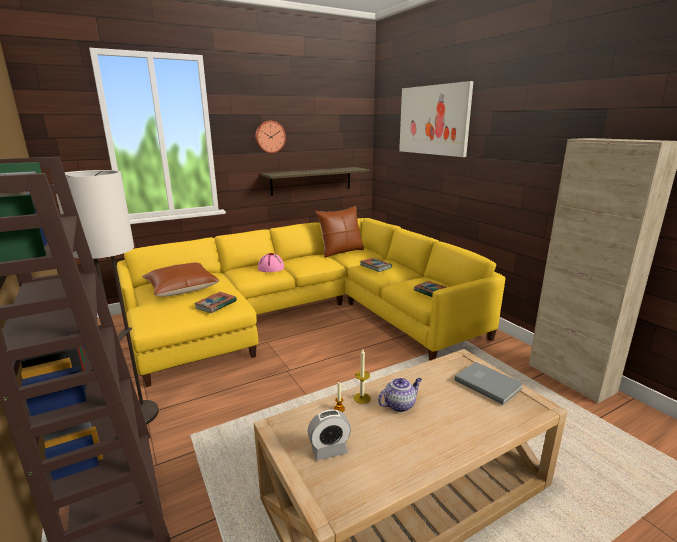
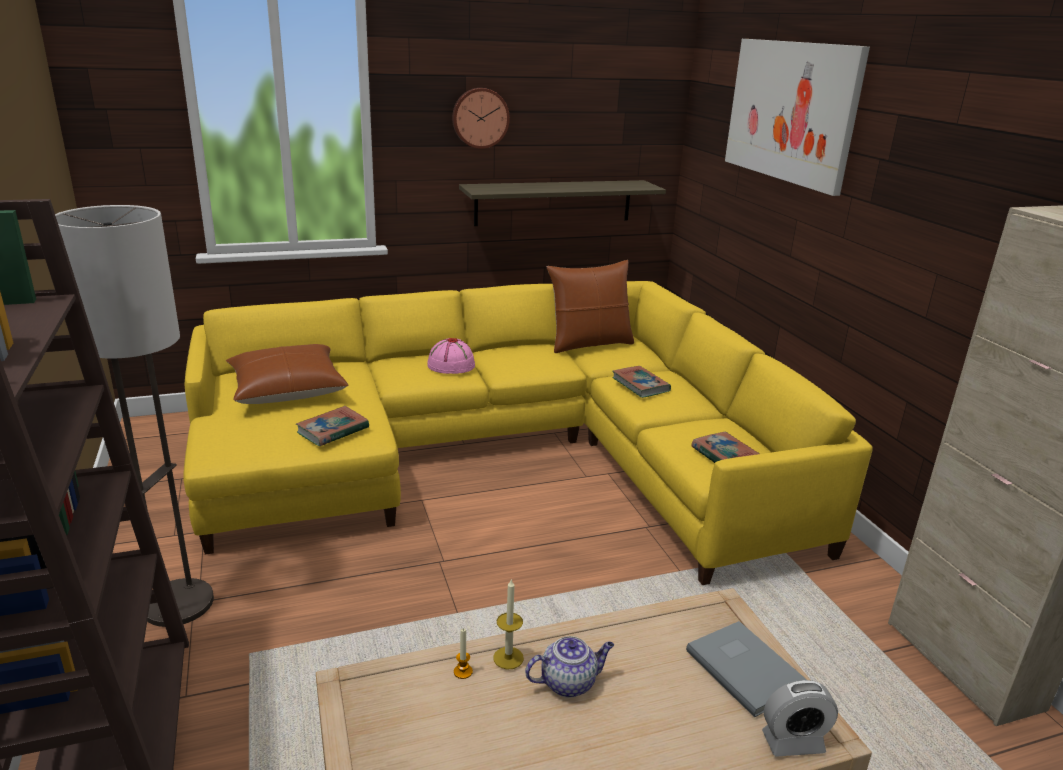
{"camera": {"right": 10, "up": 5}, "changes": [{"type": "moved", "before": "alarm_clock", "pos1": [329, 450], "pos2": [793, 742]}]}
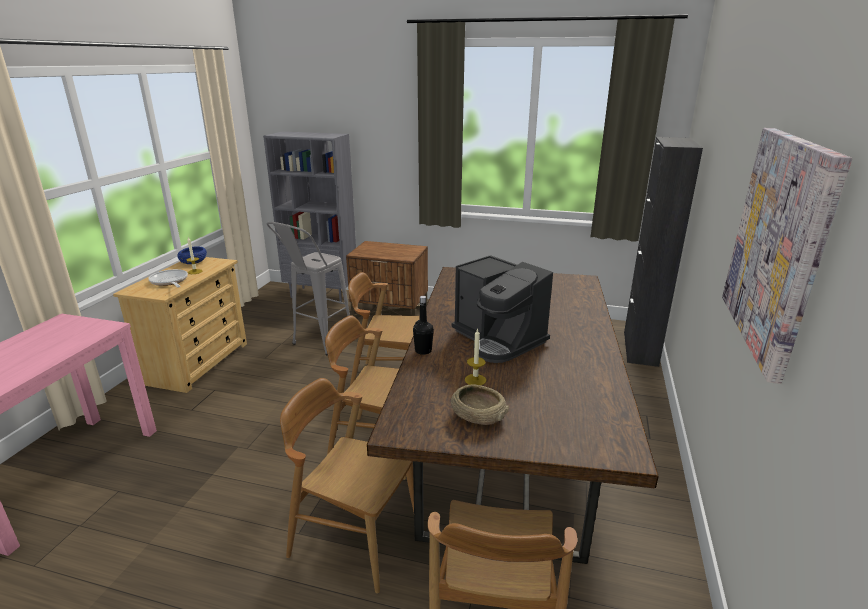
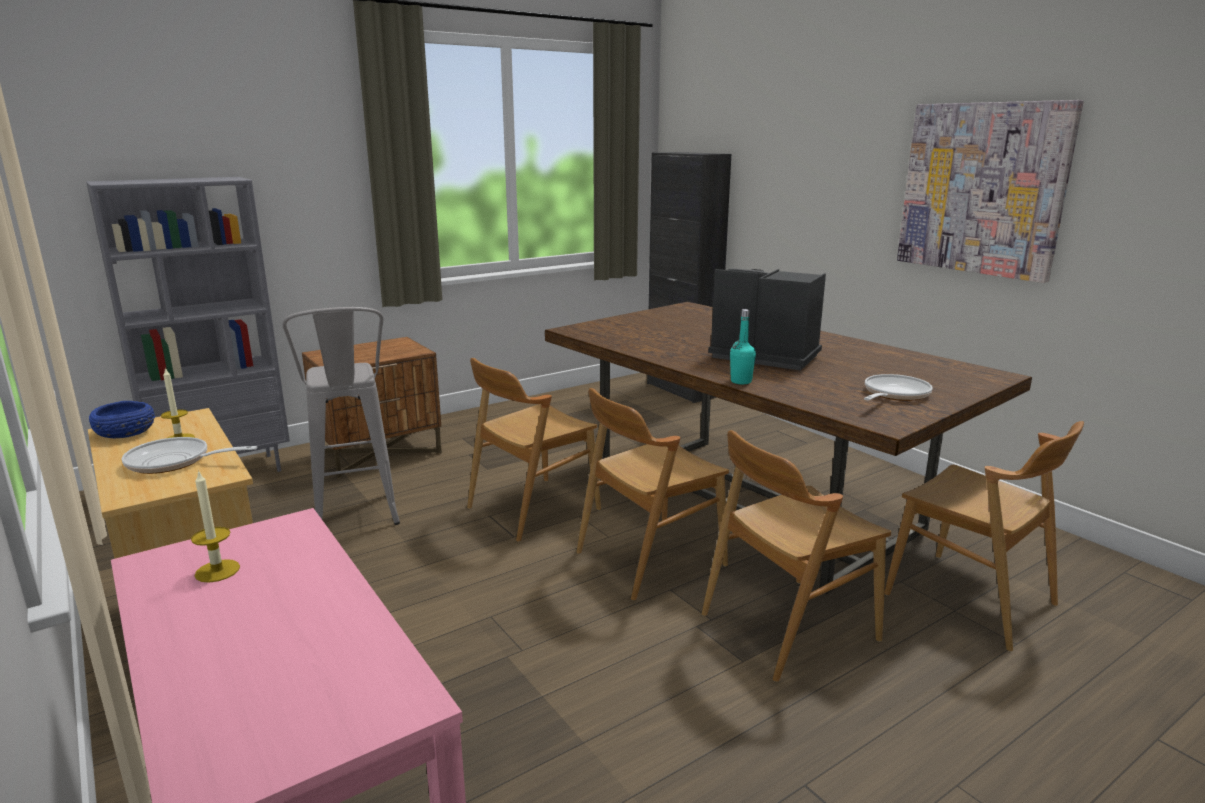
{"camera": {"right": -50, "up": -5}, "changes": [{"type": "turned", "before": "coffee_machine", "pos1": [498, 340], "pos2": [762, 356], "turn": -150}, {"type": "recoloured", "before": "black_bottle", "after": "turquoise_bottle", "pos1": [423, 351], "pos2": [741, 381]}, {"type": "moved", "before": "candle", "pos1": [475, 380], "pos2": [217, 571]}, {"type": "replaced", "before": "beige_bowl", "after": "frying_pan", "pos1": [478, 415], "pos2": [893, 394]}]}
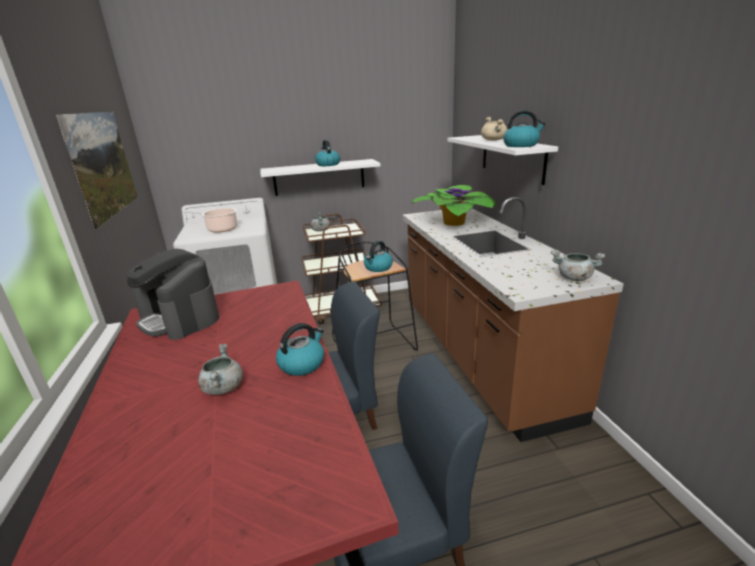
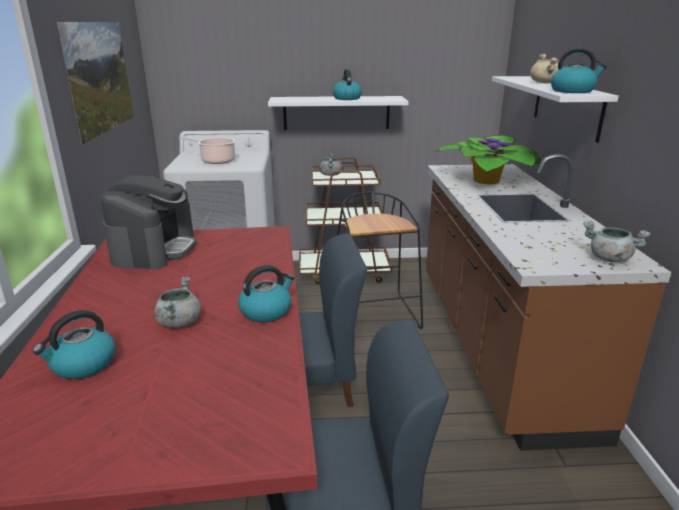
{"camera": {"right": 10, "up": 0}, "changes": [{"type": "moved", "before": "kettle", "pos1": [378, 268], "pos2": [83, 365]}, {"type": "turned", "before": "coffee_machine", "pos1": [180, 318], "pos2": [154, 249], "turn": -135}]}
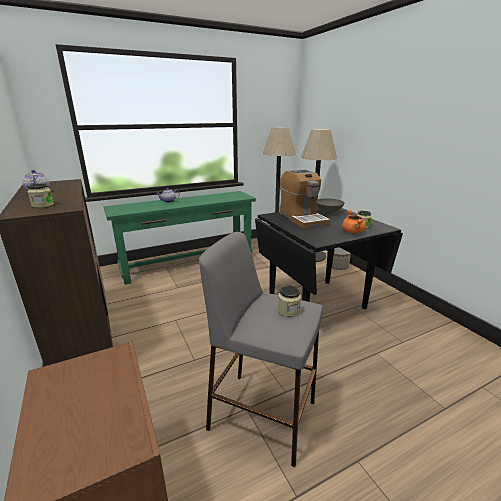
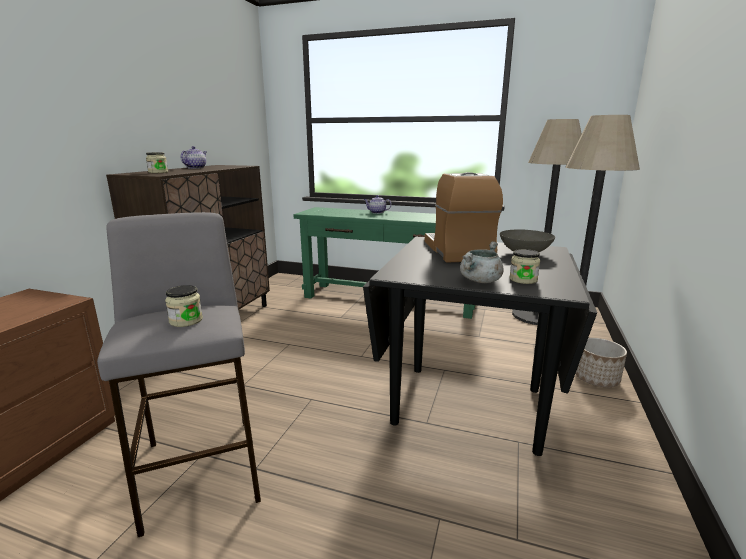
{"camera": {"right": 45, "up": -5}, "changes": [{"type": "turned", "before": "coffee_machine", "pos1": [302, 218], "pos2": [458, 251], "turn": 150}, {"type": "recoloured", "before": "orange_cooking_pot", "after": "grey_cooking_pot", "pos1": [353, 232], "pos2": [480, 281]}]}
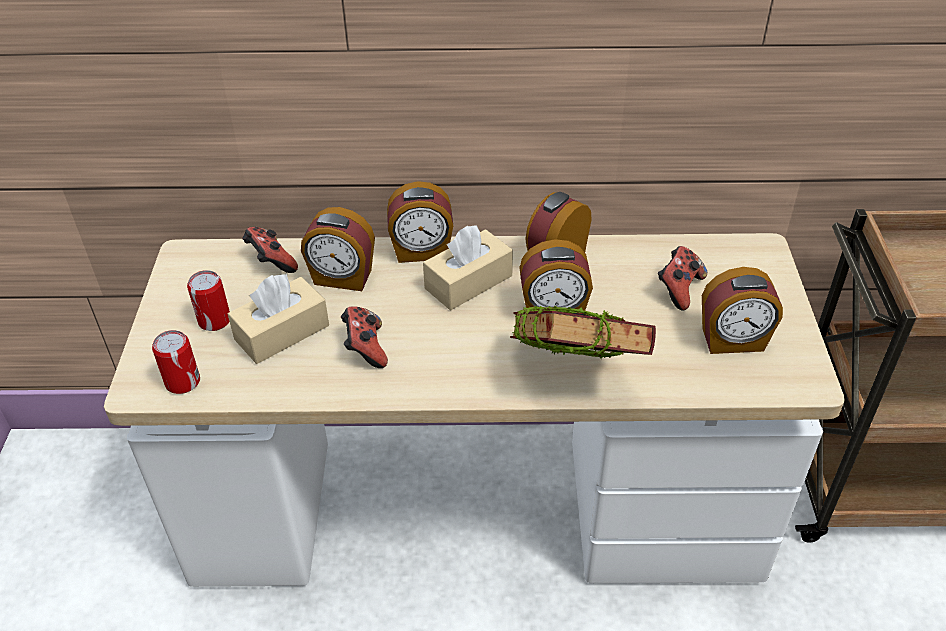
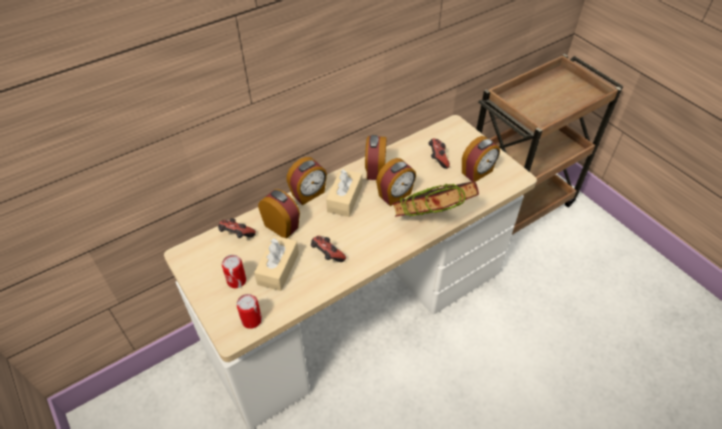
{"camera": {"right": -35, "up": 5}, "changes": [{"type": "turned", "before": "alarm_clock", "pos1": [342, 278], "pos2": [282, 226], "turn": -120}]}
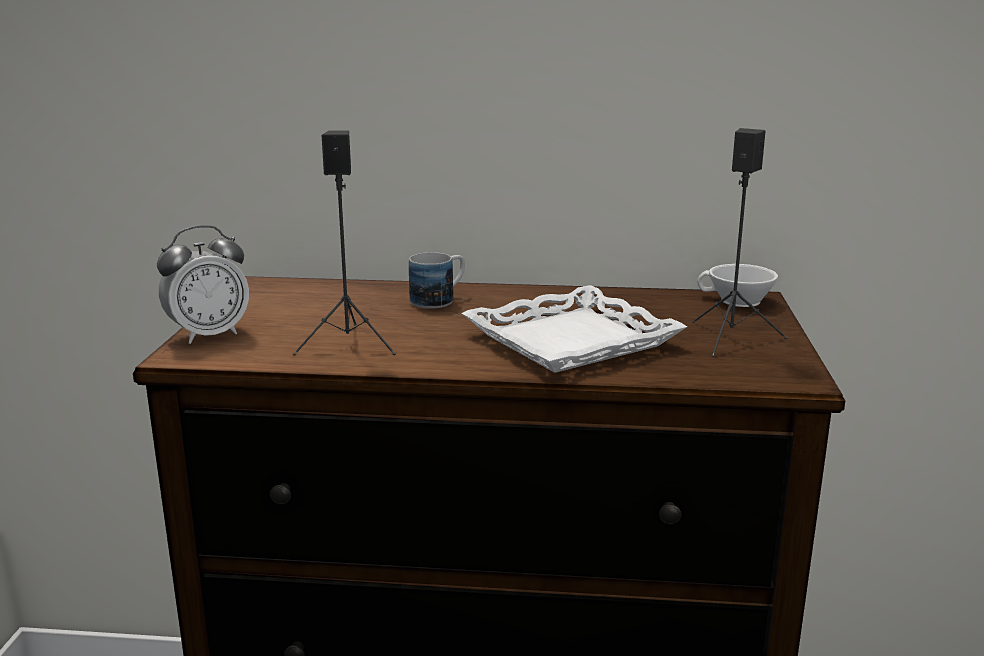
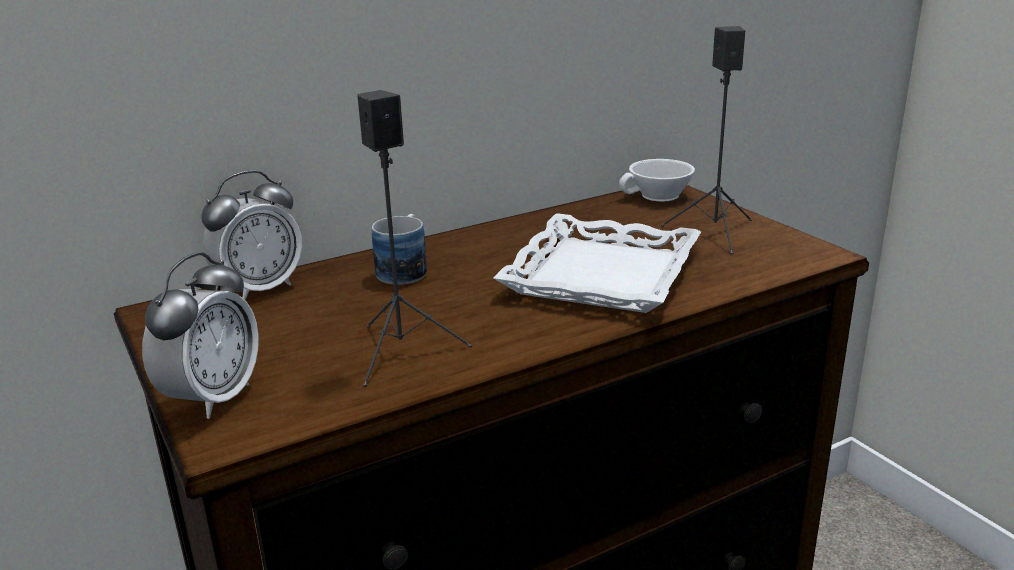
{"camera": {"right": -35, "up": 5}, "changes": [{"type": "added", "after": "alarm_clock", "pos2": [260, 289]}]}
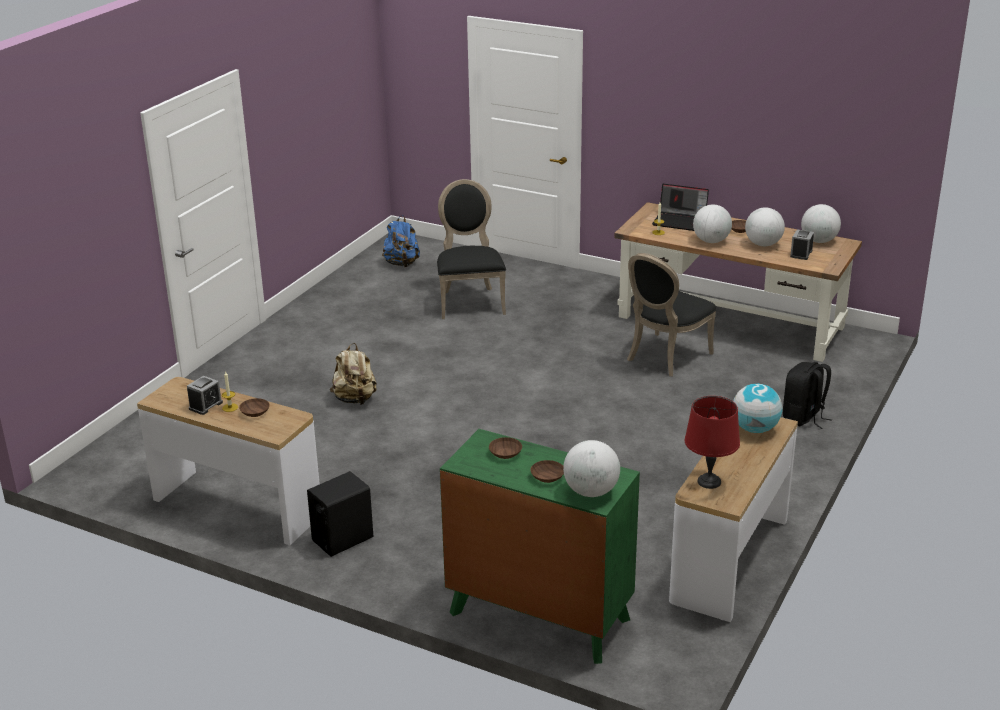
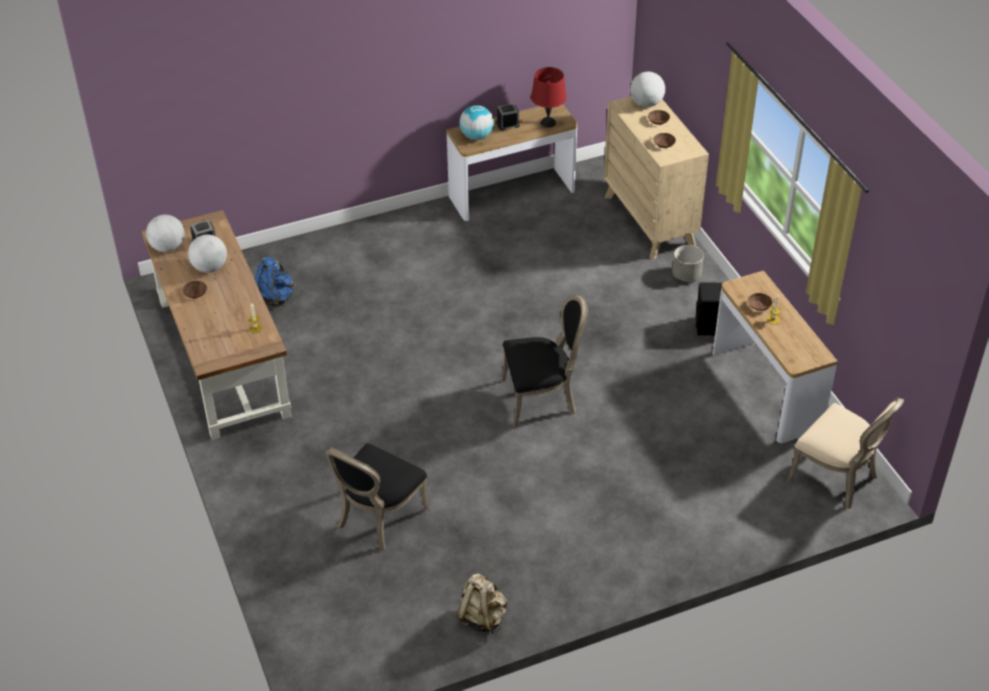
{"camera": {"right": -140, "up": 15}, "changes": [{"type": "removed", "before": "laptop", "pos1": [680, 221]}, {"type": "removed", "before": "globe", "pos1": [711, 241]}, {"type": "moved", "before": "blue_backpack", "pos1": [402, 264], "pos2": [276, 297]}, {"type": "moved", "before": "black_chair", "pos1": [665, 357], "pos2": [542, 398]}, {"type": "moved", "before": "beige_backpack", "pos1": [355, 399], "pos2": [482, 617]}, {"type": "removed", "before": "black_backpack", "pos1": [804, 418]}, {"type": "moved", "before": "alarm_clock", "pos1": [205, 405], "pos2": [507, 124]}, {"type": "recoloured", "before": "green_dresser", "after": "beige_dresser", "pos1": [539, 616], "pos2": [649, 221]}, {"type": "added", "after": "grey_planter", "pos2": [686, 275]}, {"type": "added", "after": "beige_chair", "pos2": [837, 478]}]}
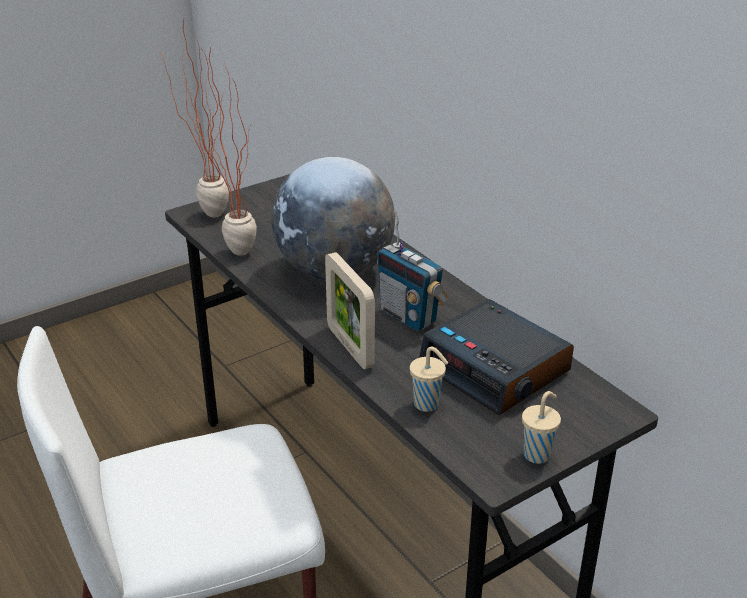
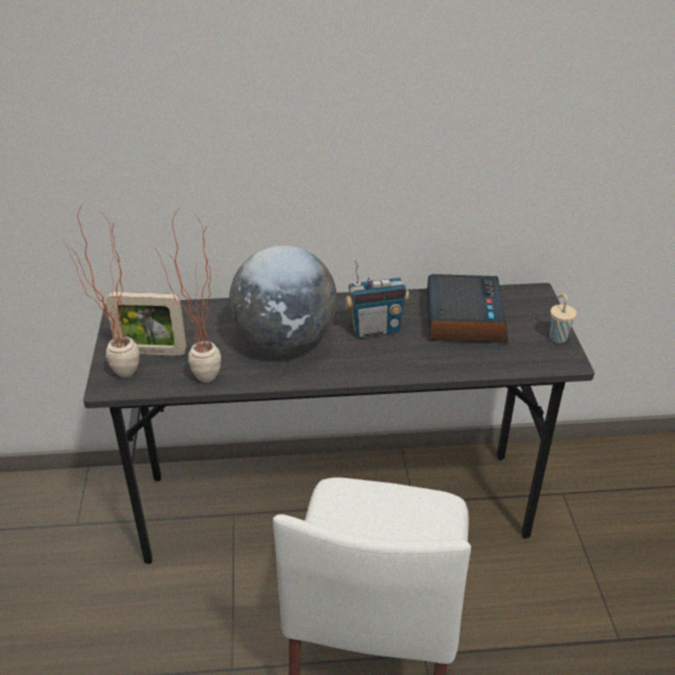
{"camera": {"right": -60, "up": 5}, "changes": [{"type": "moved", "before": "picture_frame", "pos1": [350, 347], "pos2": [151, 352]}, {"type": "turned", "before": "alarm_clock", "pos1": [496, 369], "pos2": [463, 318], "turn": -75}, {"type": "removed", "before": "beige_cup", "pos1": [428, 405]}]}
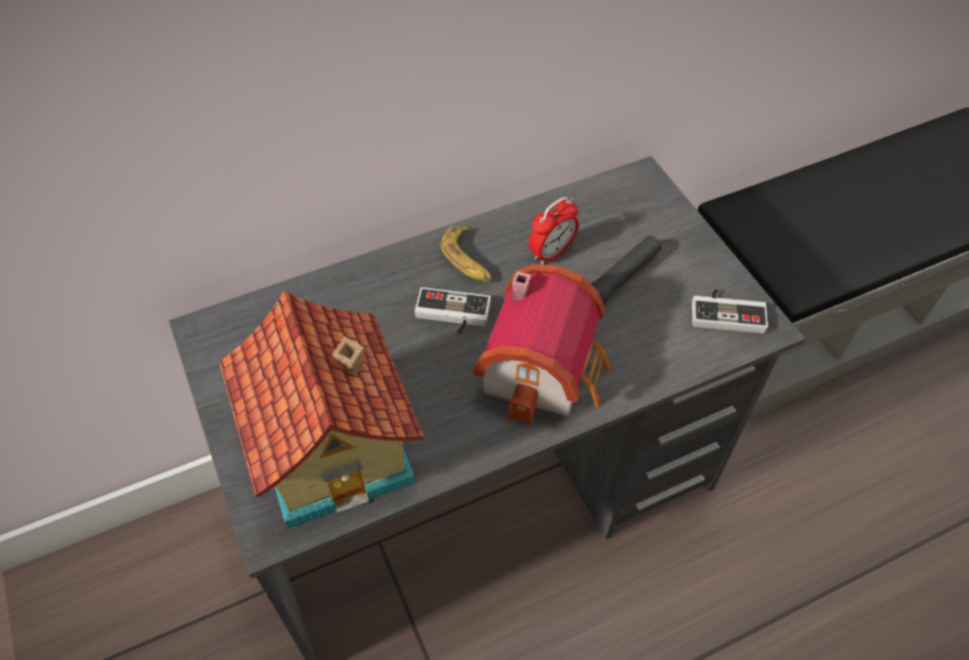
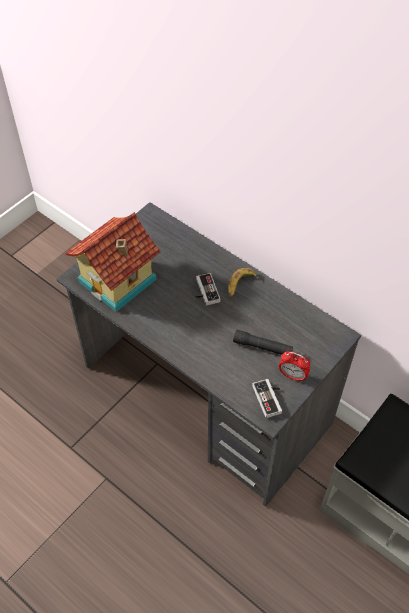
{"camera": {"right": 65, "up": 0}, "changes": [{"type": "moved", "before": "alarm_clock", "pos1": [551, 253], "pos2": [292, 375]}, {"type": "removed", "before": "toy_house", "pos1": [546, 369]}]}
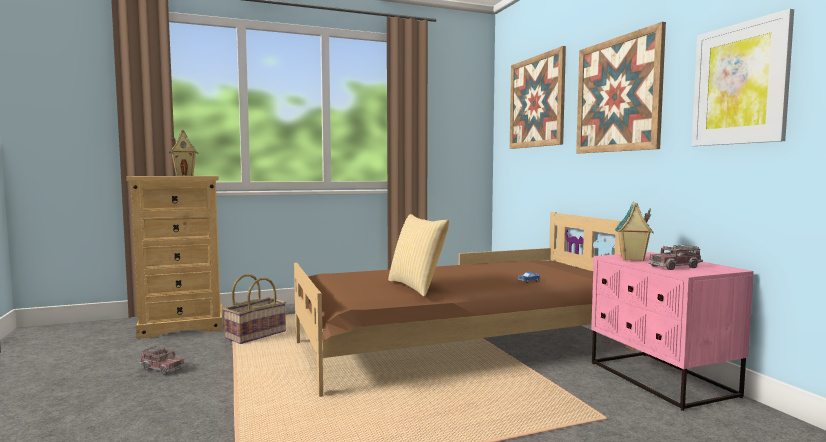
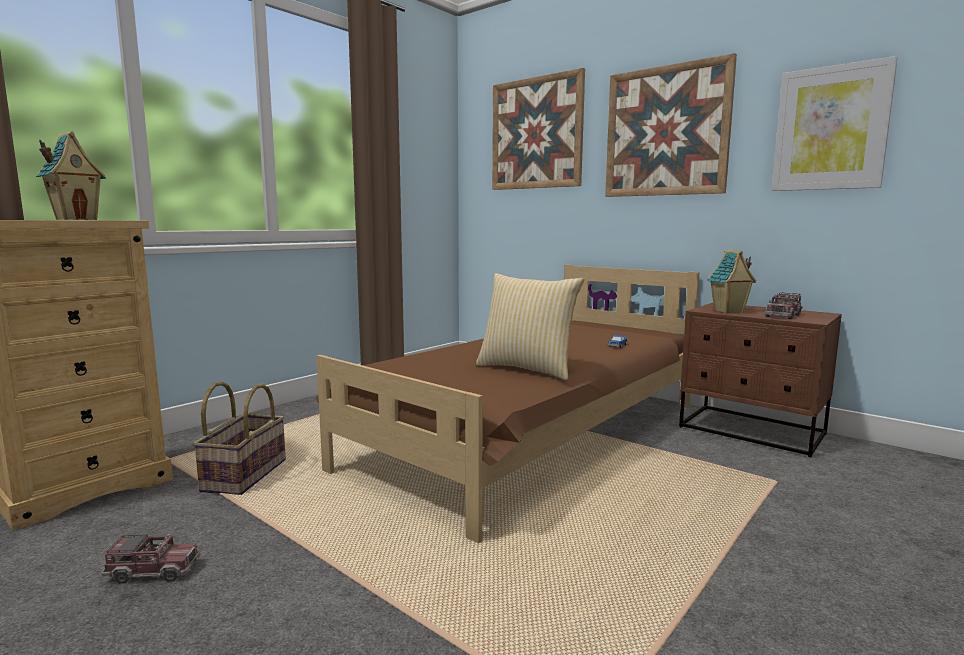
{"camera": {"right": -30, "up": 5}, "changes": [{"type": "recoloured", "before": "pink_nightstand", "after": "brown_nightstand", "pos1": [660, 379], "pos2": [752, 431]}]}
